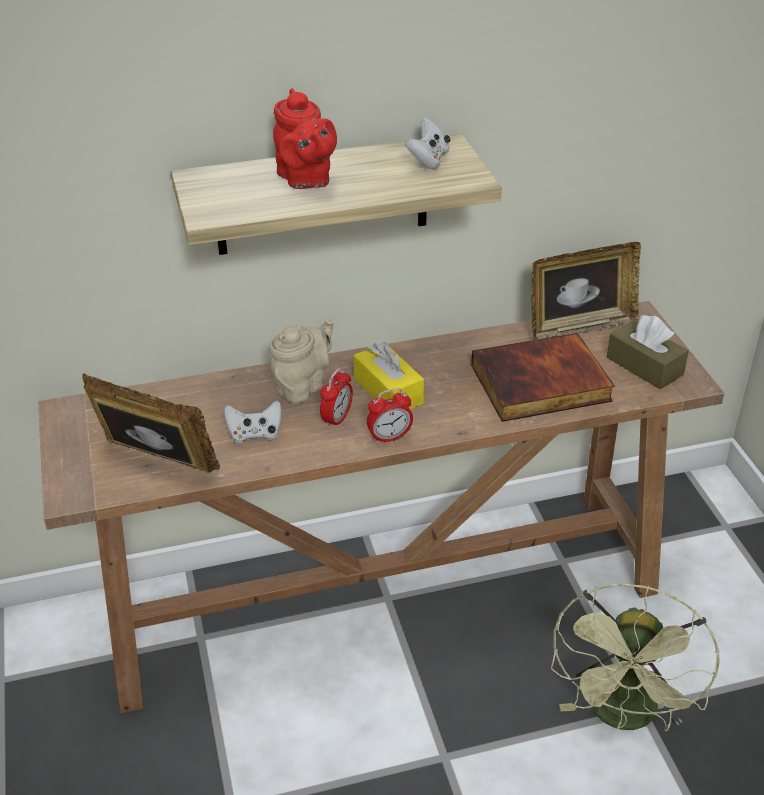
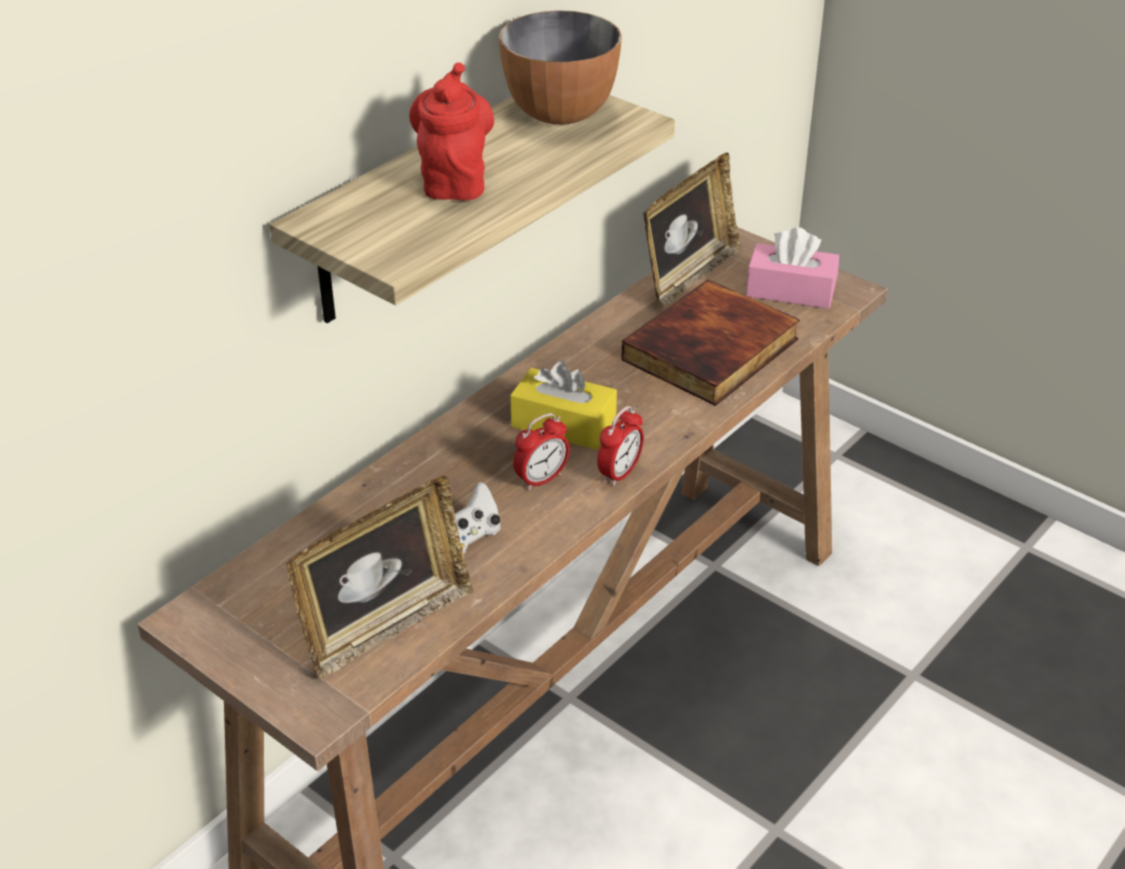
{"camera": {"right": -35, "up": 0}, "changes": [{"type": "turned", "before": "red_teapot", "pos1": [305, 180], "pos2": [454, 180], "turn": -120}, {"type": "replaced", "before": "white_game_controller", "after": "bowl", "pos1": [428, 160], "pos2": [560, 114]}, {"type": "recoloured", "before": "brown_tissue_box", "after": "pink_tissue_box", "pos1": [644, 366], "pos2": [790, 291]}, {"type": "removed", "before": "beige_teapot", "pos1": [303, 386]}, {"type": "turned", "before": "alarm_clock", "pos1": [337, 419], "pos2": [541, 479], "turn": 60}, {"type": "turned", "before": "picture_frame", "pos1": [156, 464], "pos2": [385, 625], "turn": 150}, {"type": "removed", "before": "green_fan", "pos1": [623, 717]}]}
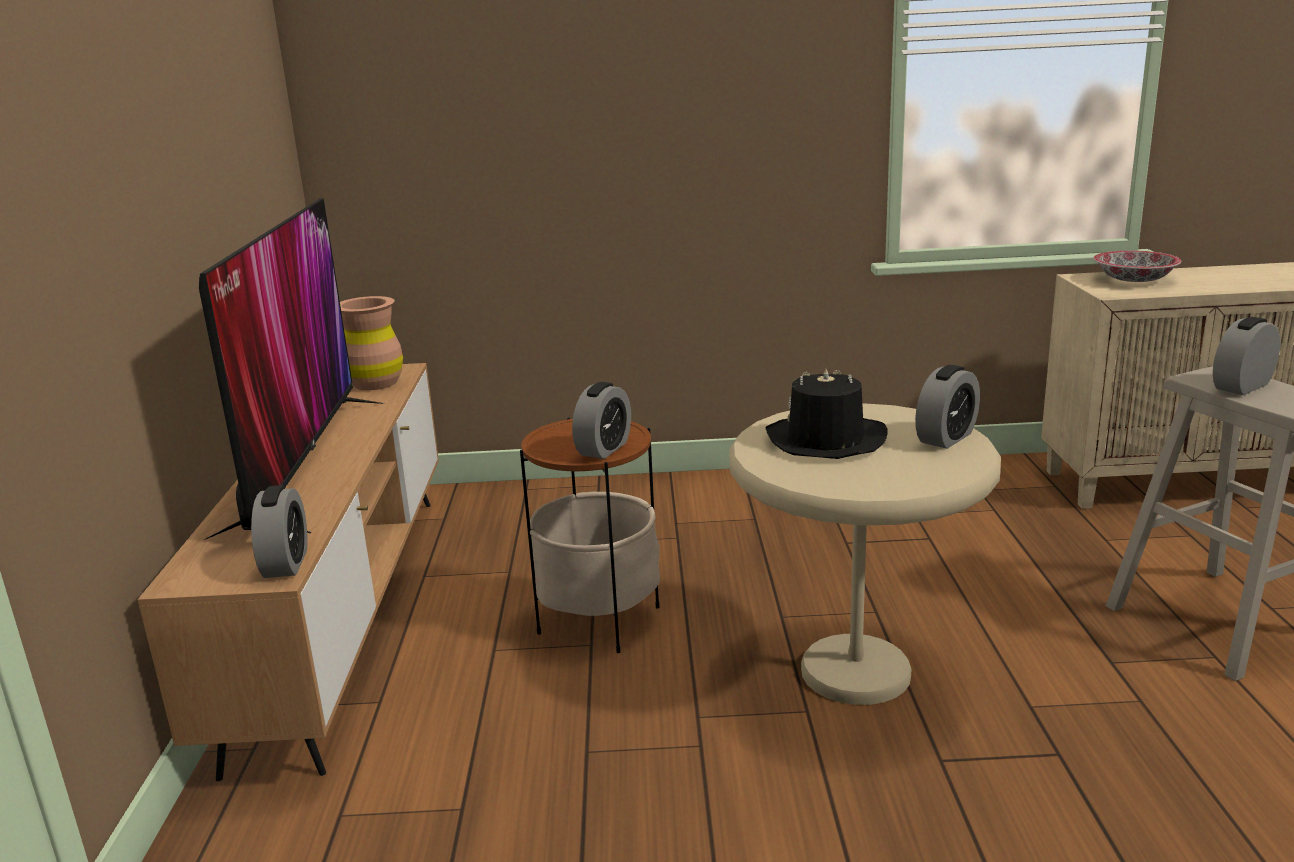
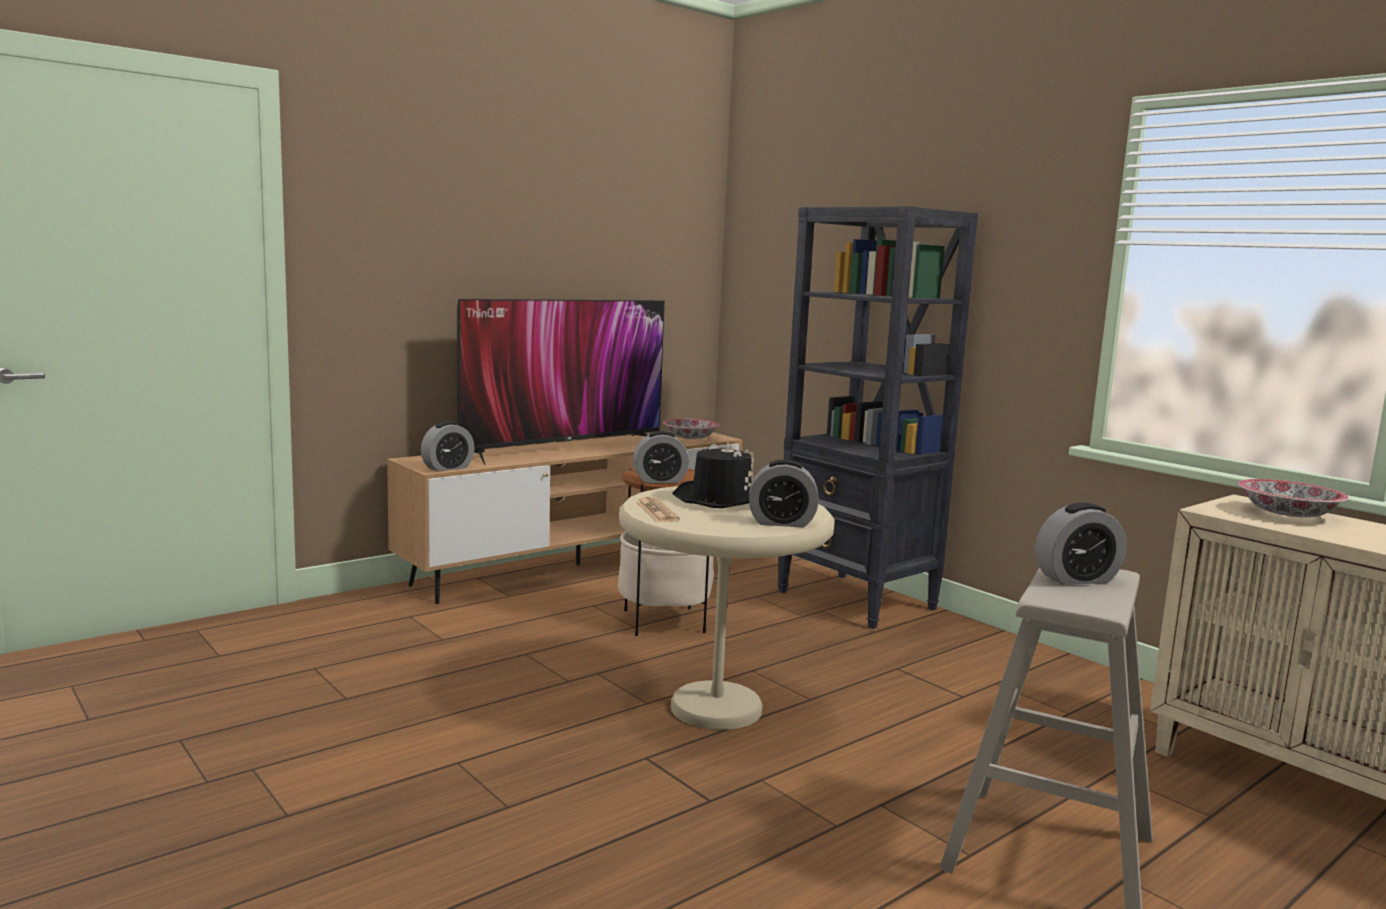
{"camera": {"right": 50, "up": -10}, "changes": [{"type": "replaced", "before": "brown_vase", "after": "bowl", "pos1": [375, 383], "pos2": [690, 438]}, {"type": "turned", "before": "alarm_clock", "pos1": [1242, 386], "pos2": [1076, 579], "turn": 150}, {"type": "added", "after": "black_bookcase", "pos2": [857, 601]}, {"type": "added", "after": "newspaper", "pos2": [656, 511]}]}
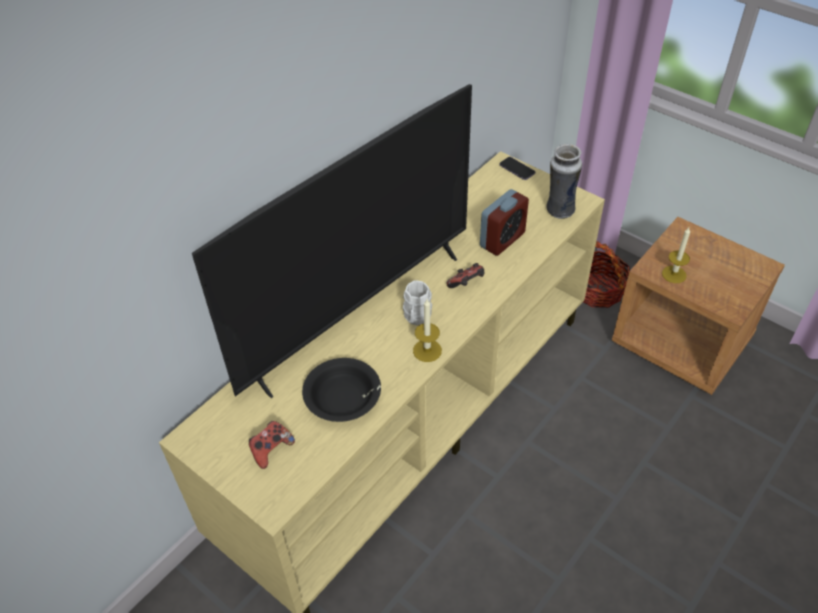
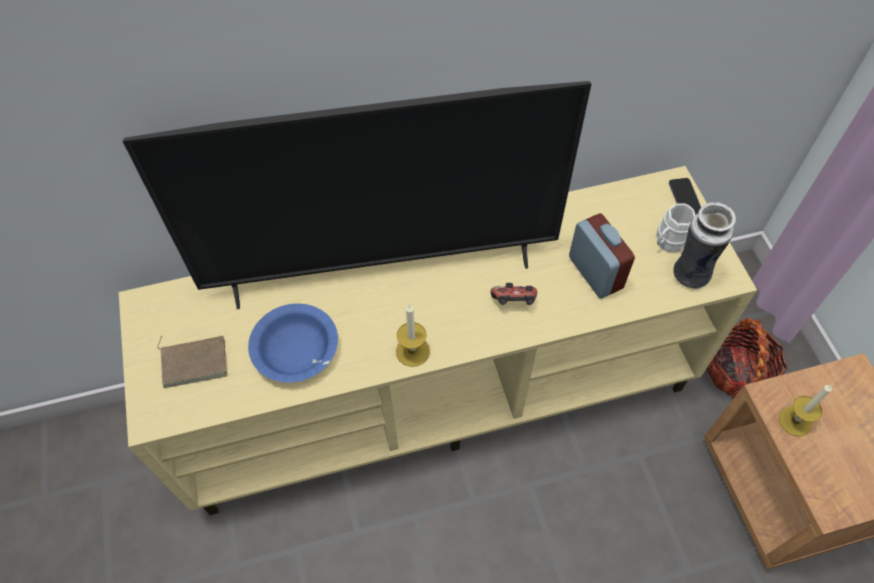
{"camera": {"right": 35, "up": 10}, "changes": [{"type": "turned", "before": "alarm_clock", "pos1": [502, 240], "pos2": [595, 273], "turn": -105}, {"type": "moved", "before": "white_mug", "pos1": [416, 318], "pos2": [667, 242]}, {"type": "recoloured", "before": "black_bowl", "after": "blue_bowl", "pos1": [343, 397], "pos2": [296, 350]}, {"type": "replaced", "before": "game_controller", "after": "brown_book", "pos1": [271, 450], "pos2": [195, 361]}]}
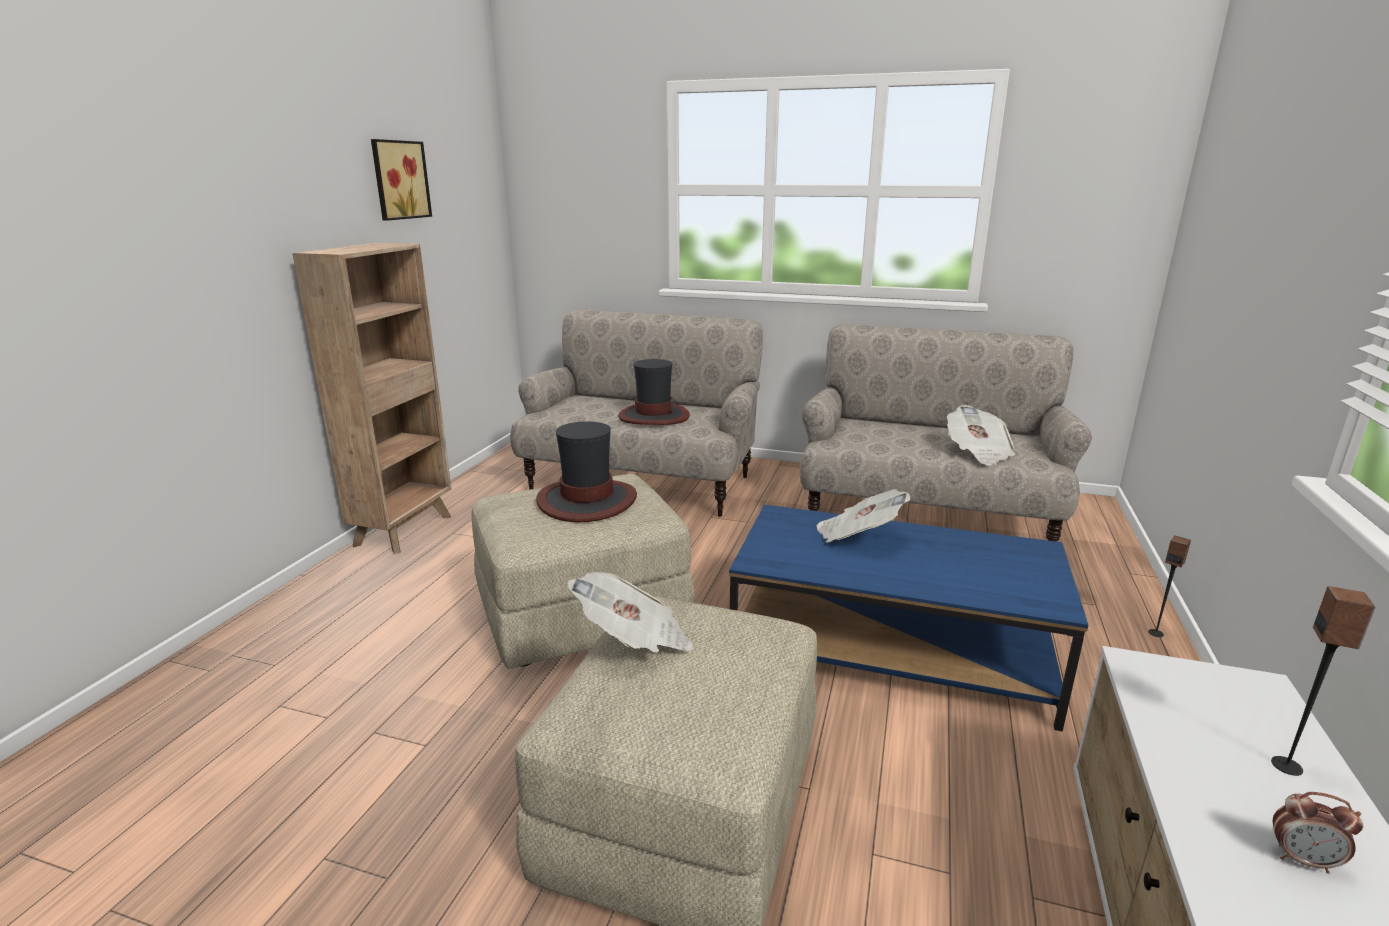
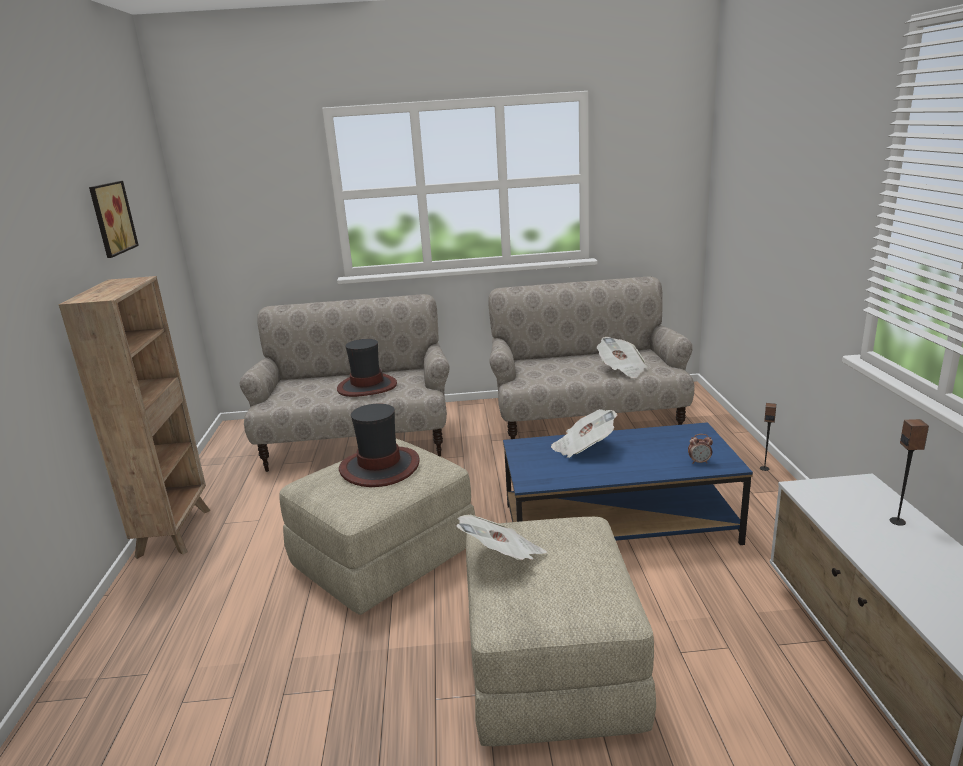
{"camera": {"right": -20, "up": 0}, "changes": [{"type": "moved", "before": "alarm_clock", "pos1": [1303, 860], "pos2": [699, 462]}]}
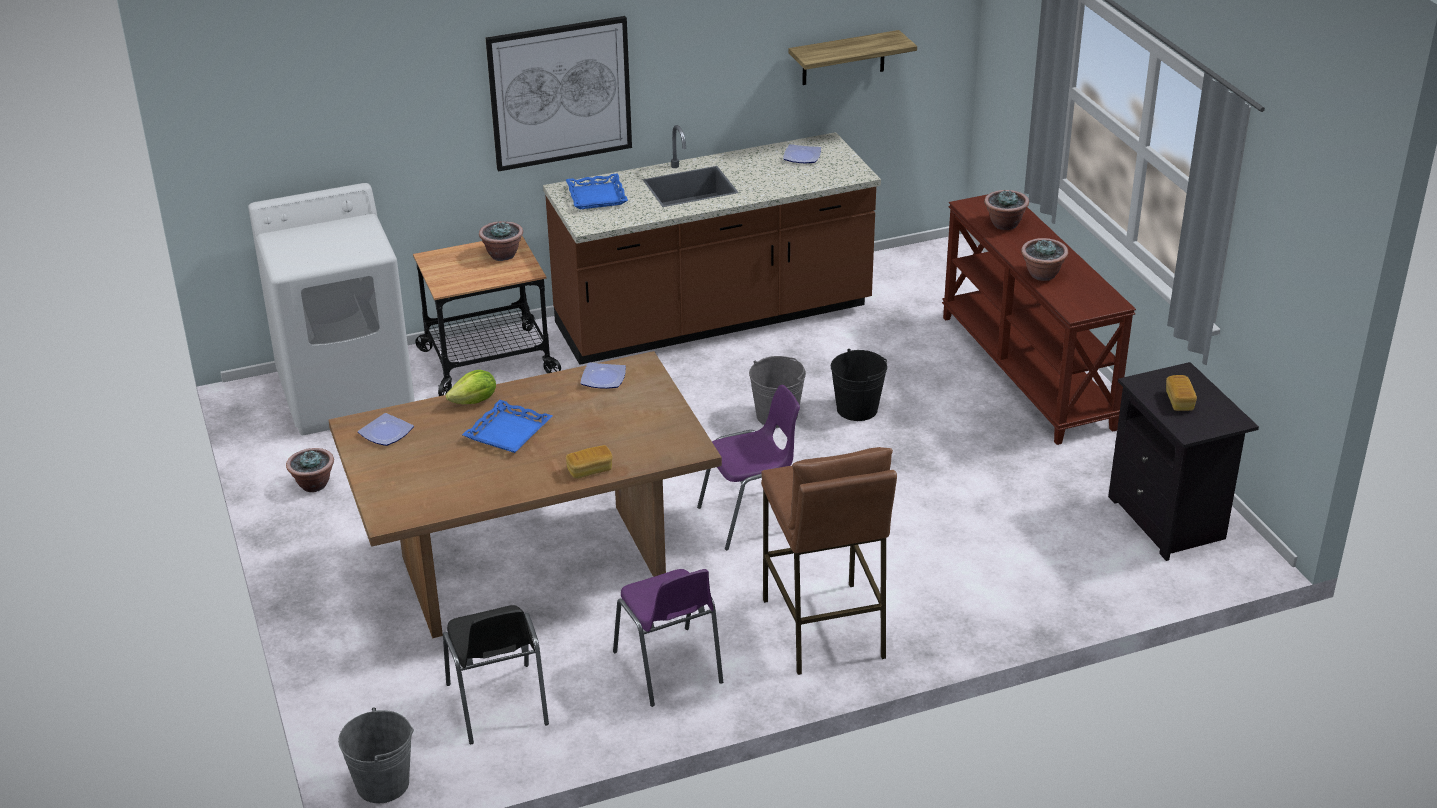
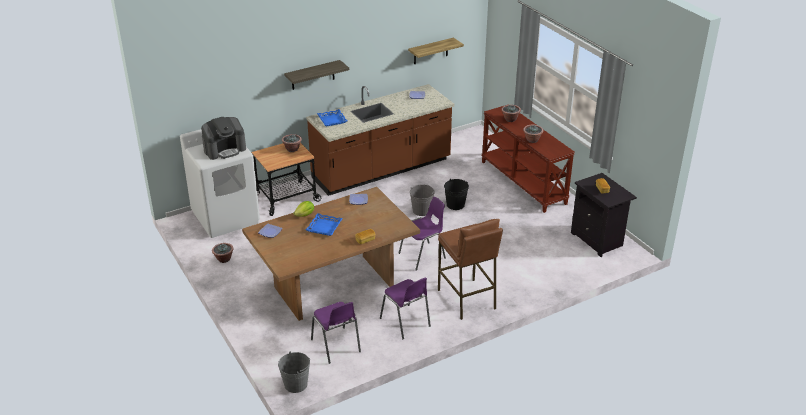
{"camera": {"right": -10, "up": 0}, "changes": [{"type": "replaced", "before": "picture", "after": "shelf", "pos1": [560, 93], "pos2": [313, 75]}, {"type": "recoloured", "before": "black_chair", "after": "purple_chair", "pos1": [498, 706], "pos2": [336, 346]}, {"type": "added", "after": "coffee_machine", "pos2": [225, 149]}]}
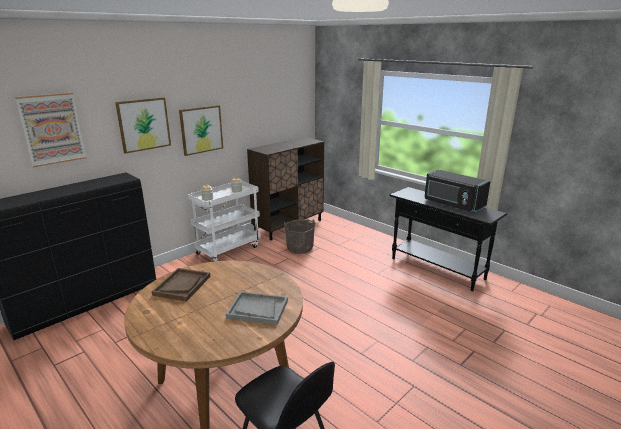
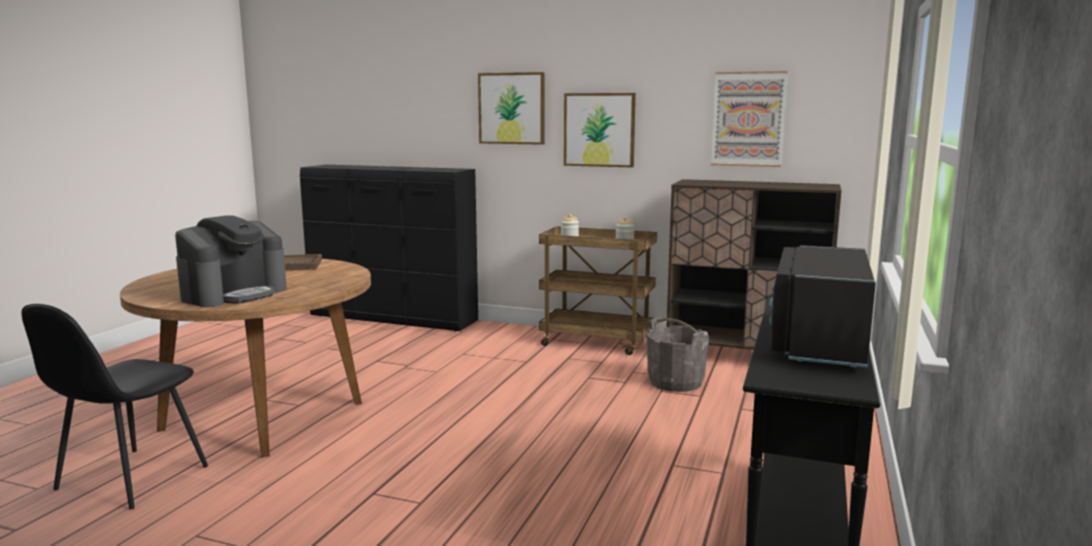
{"camera": {"right": 65, "up": -10}, "changes": [{"type": "moved", "before": "picture", "pos1": [52, 129], "pos2": [748, 119]}, {"type": "recoloured", "before": "white_cart", "after": "brown_cart", "pos1": [228, 249], "pos2": [597, 342]}, {"type": "replaced", "before": "grey_tray", "after": "coffee_machine", "pos1": [257, 309], "pos2": [234, 294]}]}
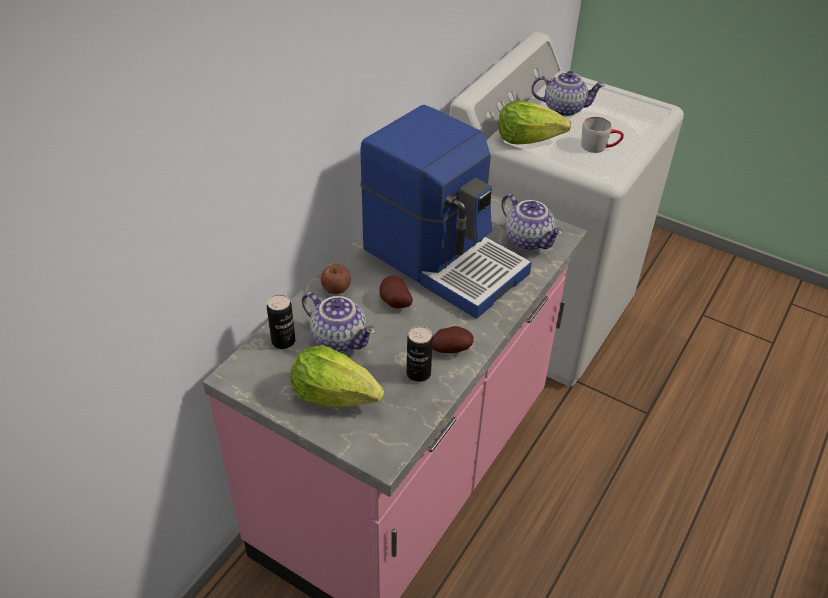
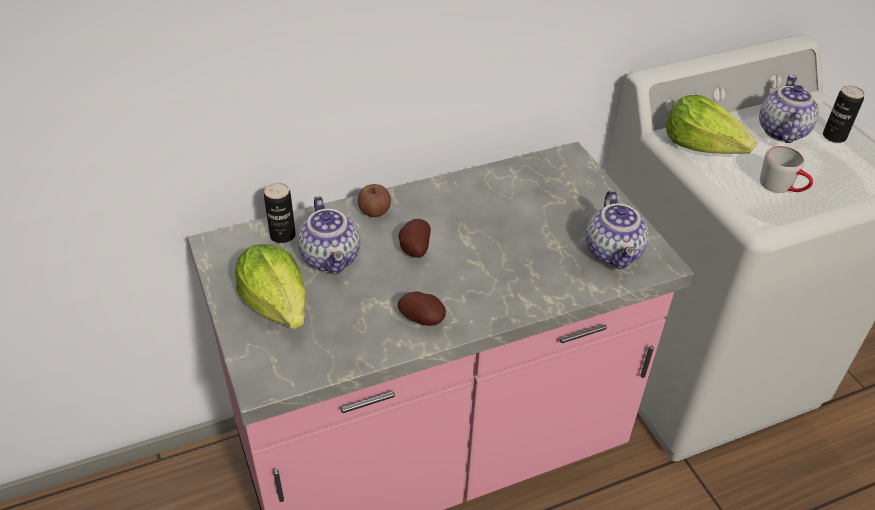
{"camera": {"right": 35, "up": 0}, "changes": [{"type": "turned", "before": "teapot", "pos1": [564, 108], "pos2": [780, 131], "turn": -120}, {"type": "removed", "before": "coffee_machine", "pos1": [444, 259]}, {"type": "moved", "before": "can", "pos1": [418, 373], "pos2": [834, 136]}]}
